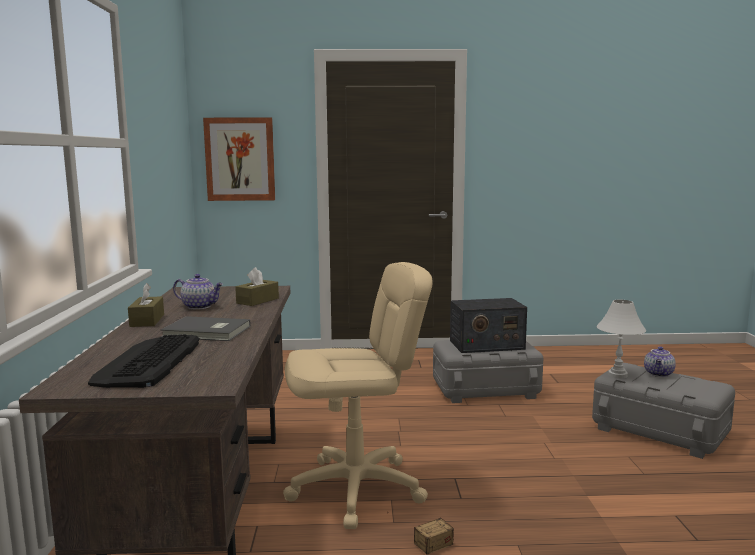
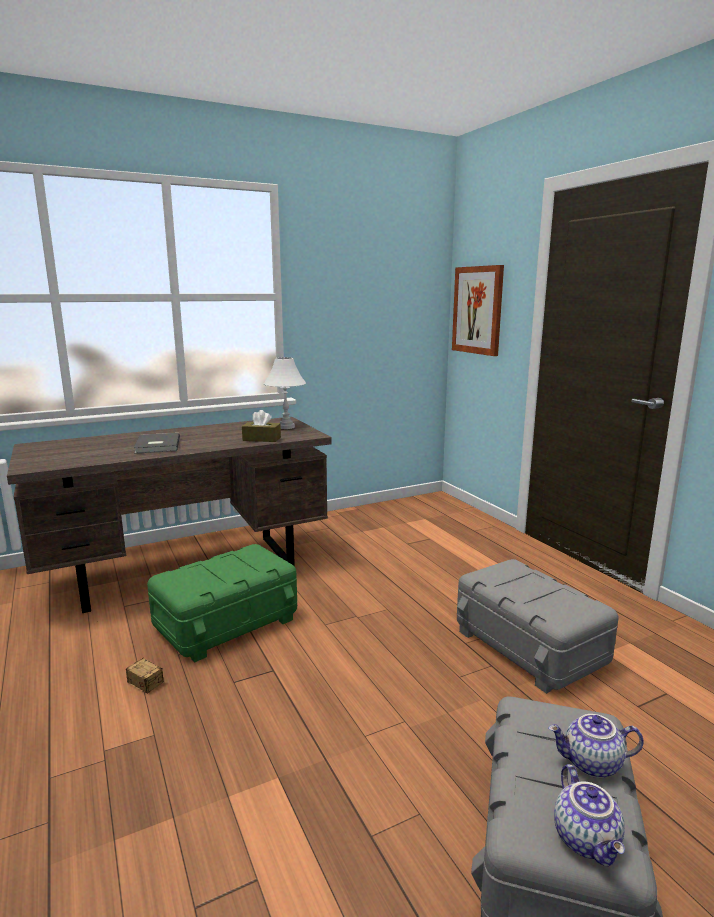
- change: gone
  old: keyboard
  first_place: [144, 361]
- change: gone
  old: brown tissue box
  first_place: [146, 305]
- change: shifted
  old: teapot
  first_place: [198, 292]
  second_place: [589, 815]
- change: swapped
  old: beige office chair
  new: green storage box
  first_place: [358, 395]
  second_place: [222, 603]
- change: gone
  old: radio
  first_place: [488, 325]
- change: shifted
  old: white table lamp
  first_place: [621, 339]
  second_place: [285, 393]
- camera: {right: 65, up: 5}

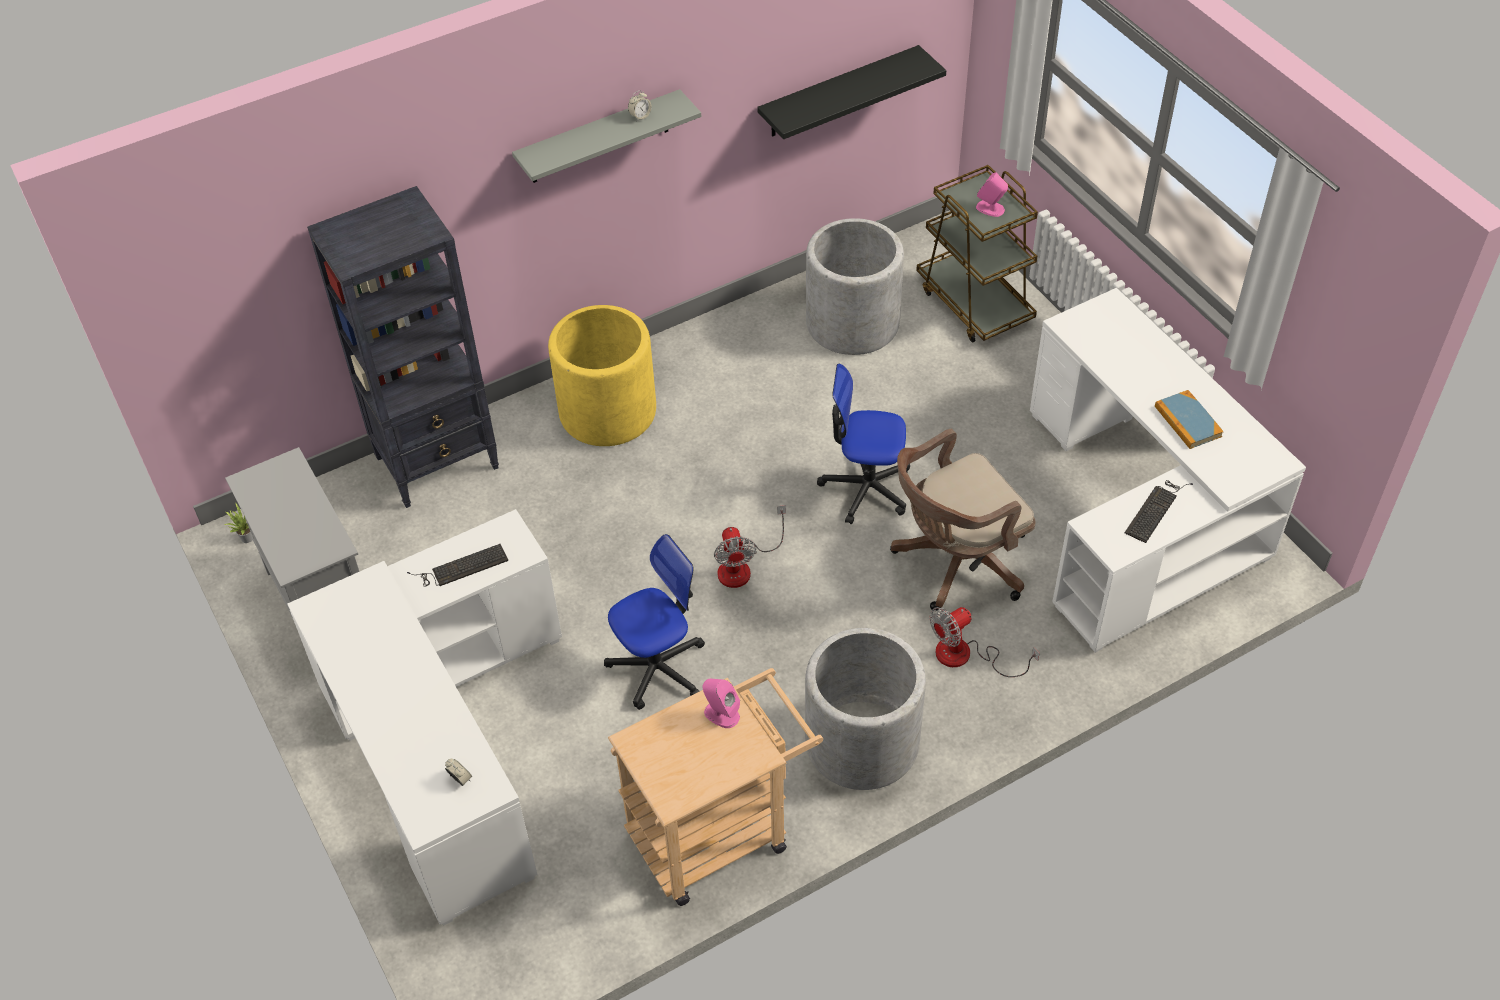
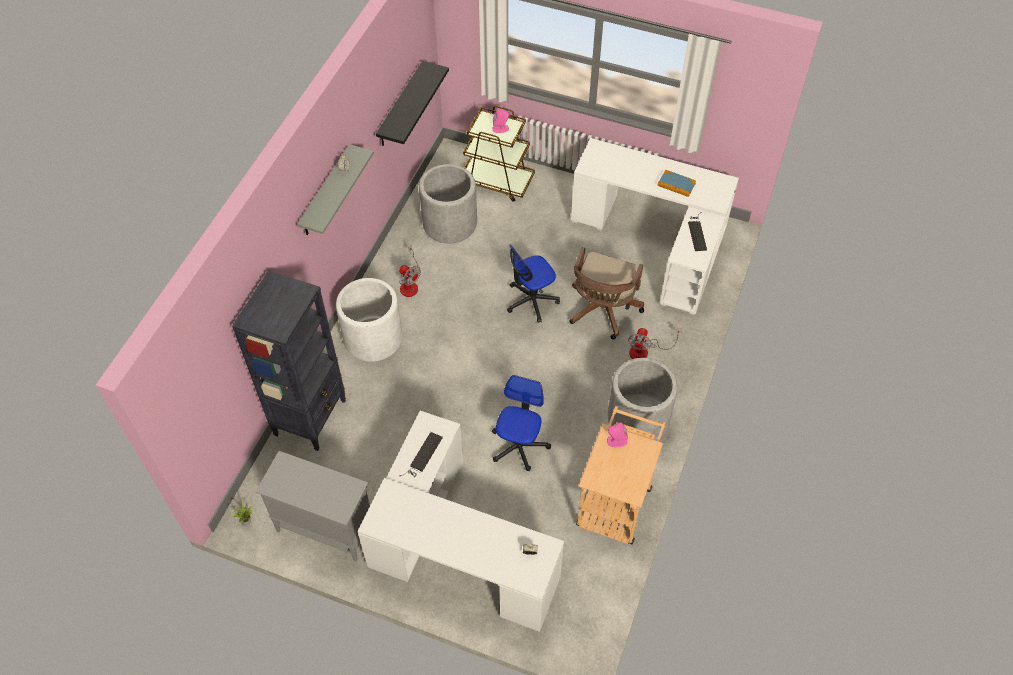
- change: repainted
  old: yellow planter
  new: white planter
  first_place: [602, 375]
  second_place: [369, 320]
- change: shifted
  old: fan
  first_place: [750, 546]
  second_place: [410, 270]
- camera: {right: -40, up: 5}

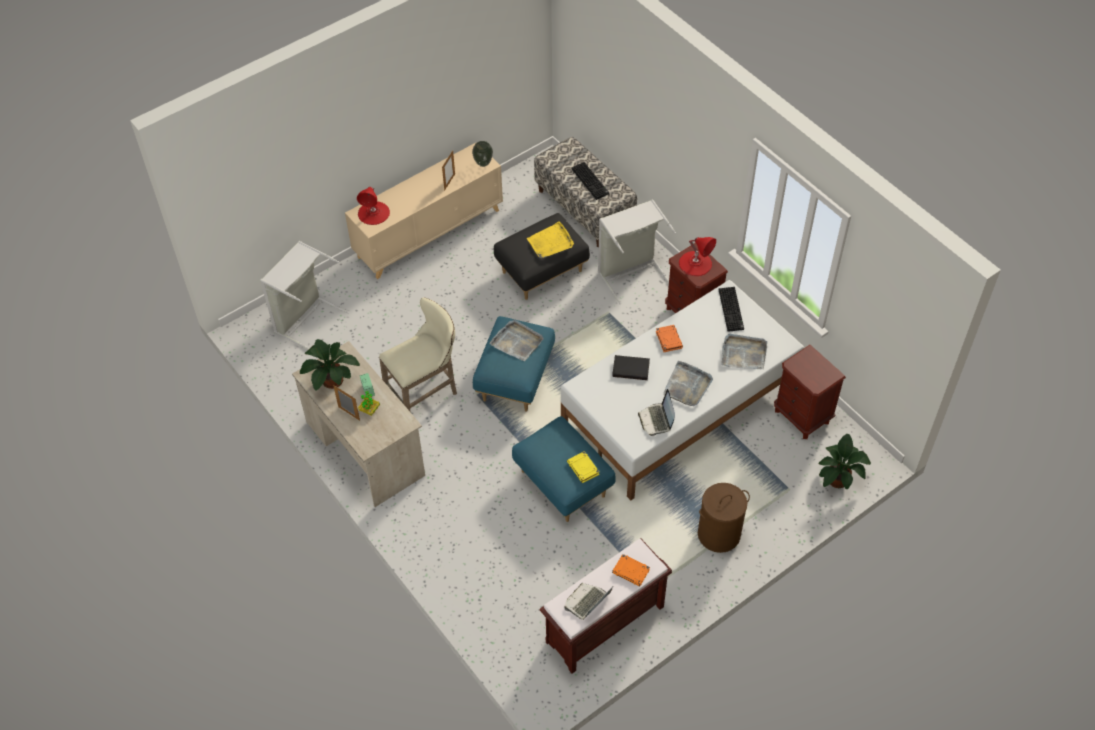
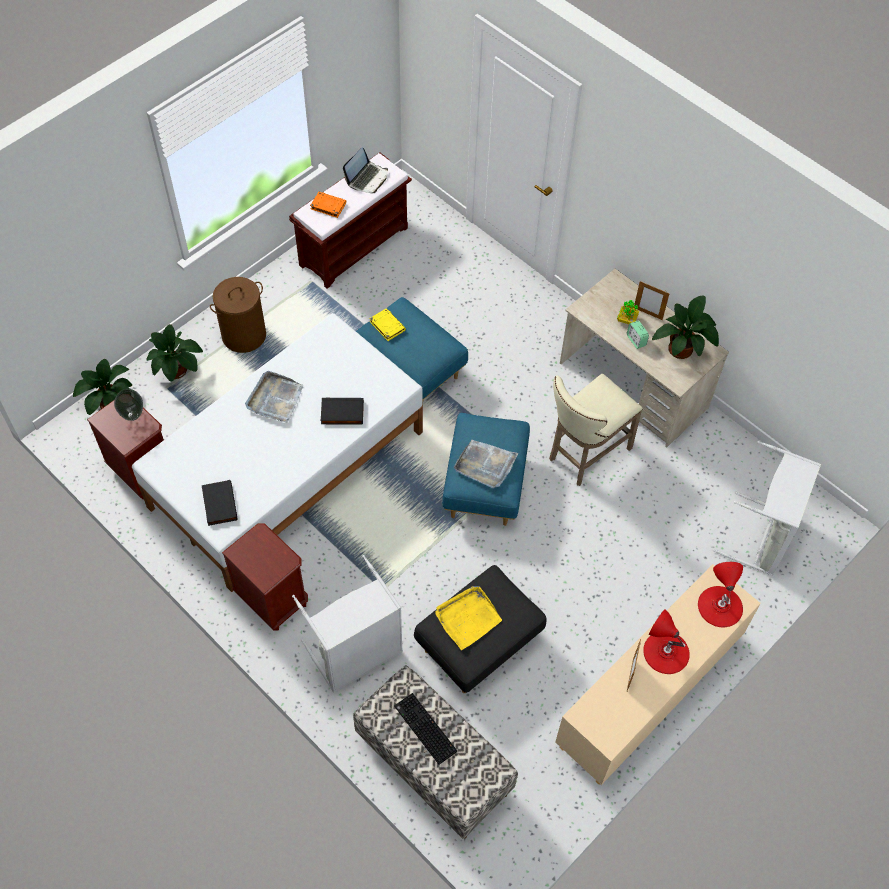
- change: shifted
  old: vase
  first_place: [482, 154]
  second_place: [128, 405]
- change: gone
  old: laptop
  first_place: [656, 412]
- change: gone
  old: orange book
  first_place: [669, 338]
- change: shifted
  old: red table lamp
  first_place: [697, 256]
  second_place: [666, 641]
- change: swapped
  old: keyboard
  new: black book
  first_place: [731, 309]
  second_place: [219, 503]
- change: gone
  old: grey tray
  first_place: [744, 351]
- change: new
  new: potted plant
  second_place: [174, 353]
- camera: {right: 170, up: 5}

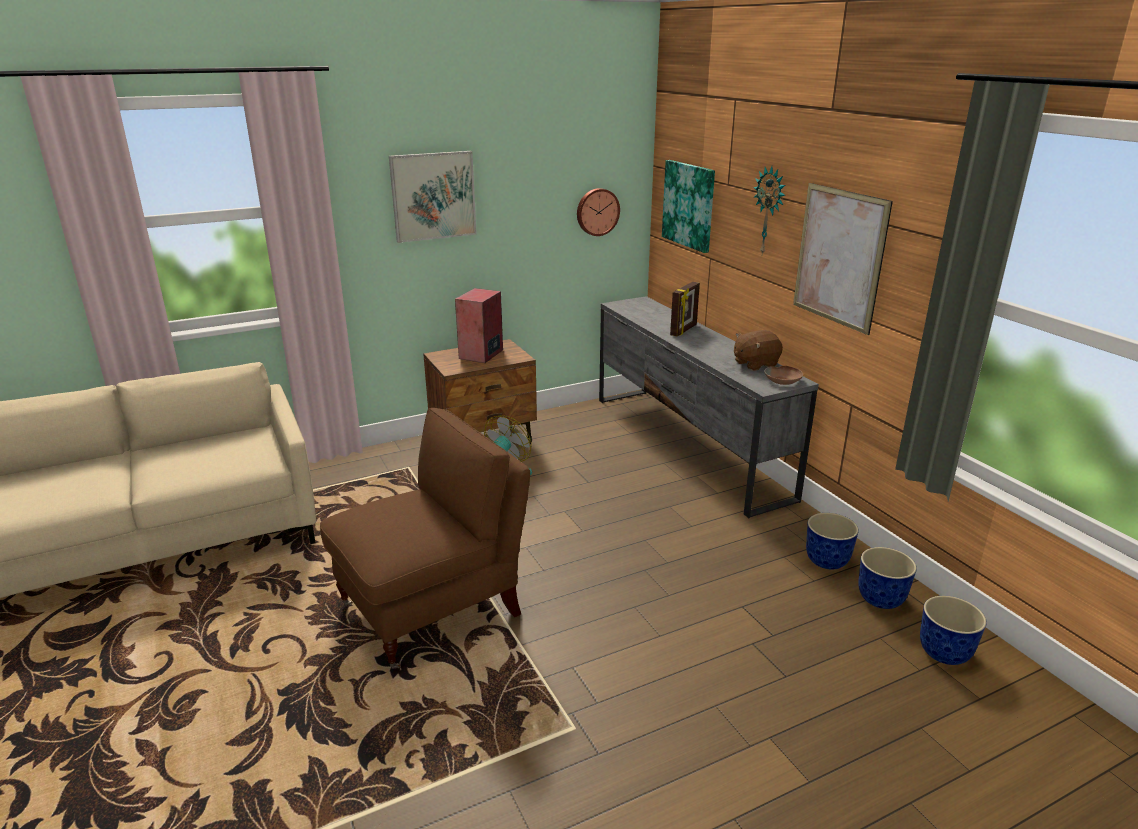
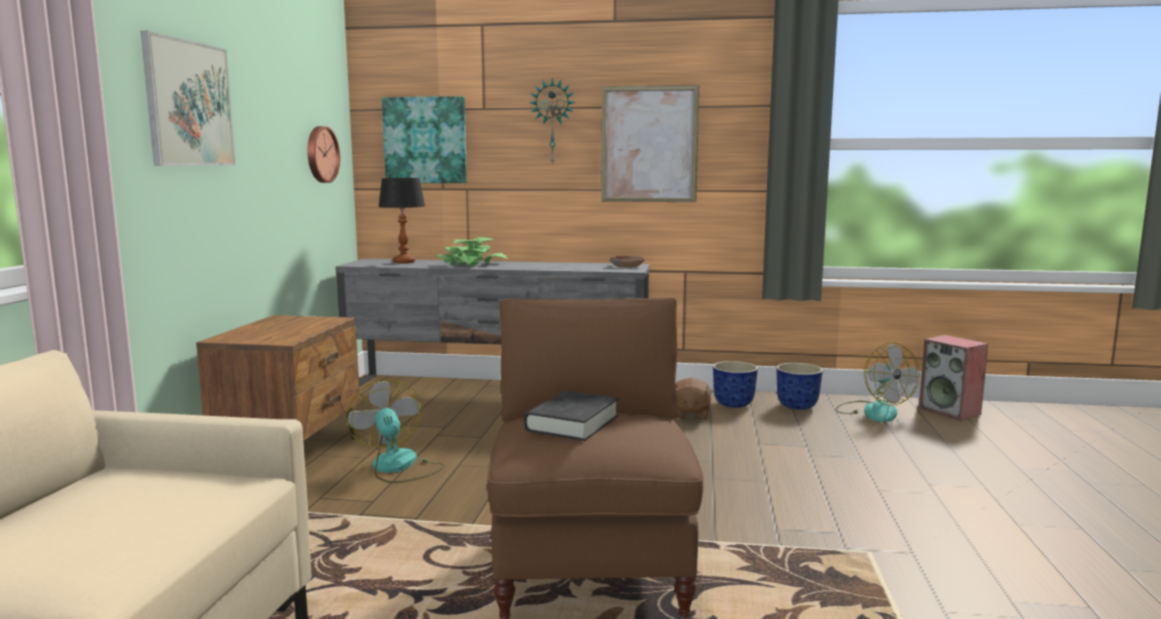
- change: shifted
  old: speaker
  first_place: [479, 325]
  second_place: [953, 378]
- change: swapped
  old: picture frame
  new: potted plant
  first_place: [685, 309]
  second_place: [472, 251]
- change: shifted
  old: brown plush toy
  first_place: [758, 350]
  second_place: [694, 399]
- change: swapped
  old: planter
  new: fan
  first_place: [953, 630]
  second_place: [878, 382]
- change: new
  new: table lamp
  second_place: [401, 220]
- change: new
  new: black book
  second_place: [571, 416]
- camera: {right: -55, up: -15}

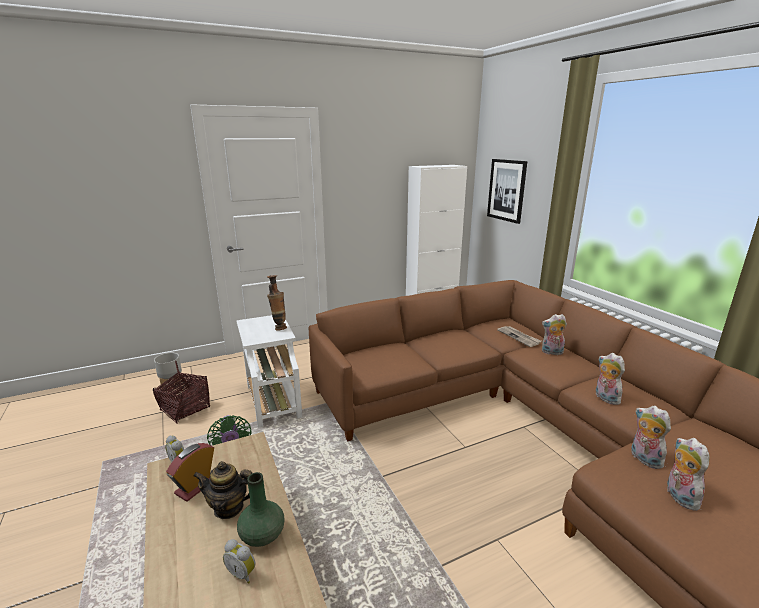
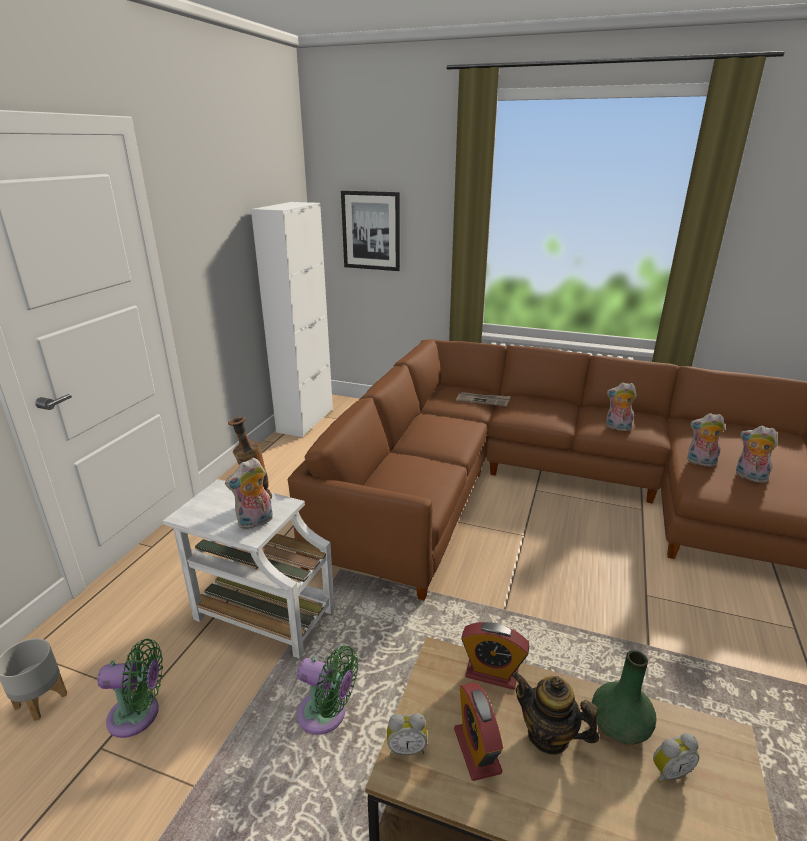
- change: swapped
  old: basket
  new: green fan
  first_place: [181, 392]
  second_place: [130, 688]
- change: rotated
  old: teapot
  first_place: [222, 490]
  second_place: [555, 713]
  degrees: 75
- change: shifted
  old: plush toy
  first_place: [554, 334]
  second_place: [249, 493]
- change: new
  new: alarm clock
  second_place: [495, 656]
- camera: {right: -45, up: 5}

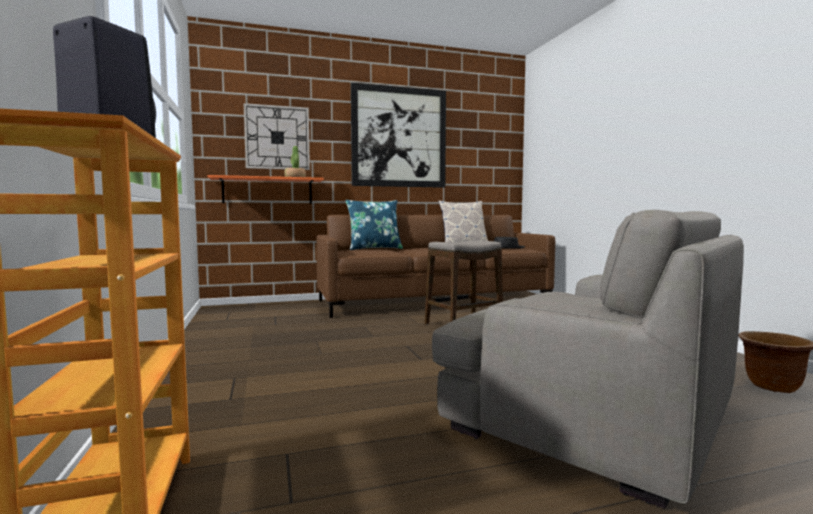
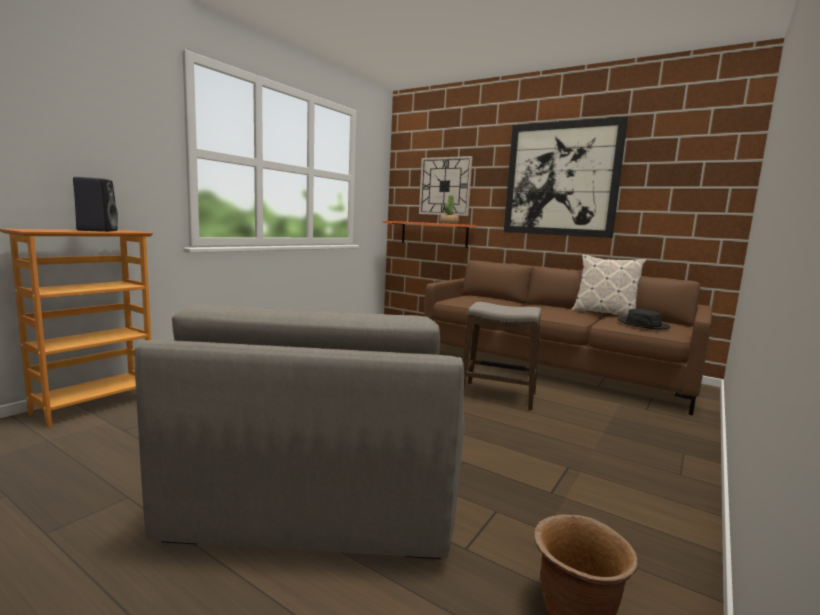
- change: gone
  old: blue pillow
  first_place: [374, 225]
- camera: {right: 50, up: 5}

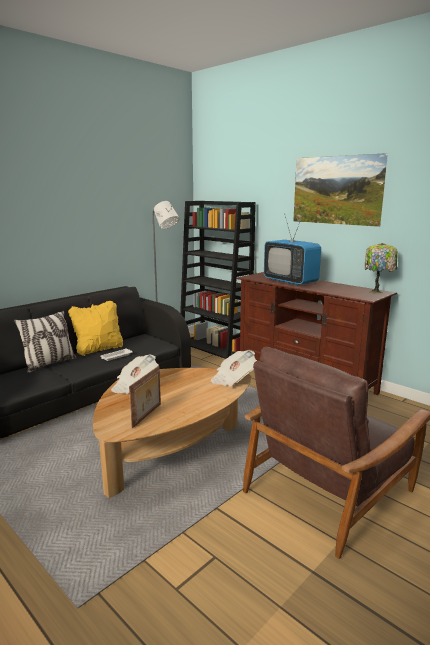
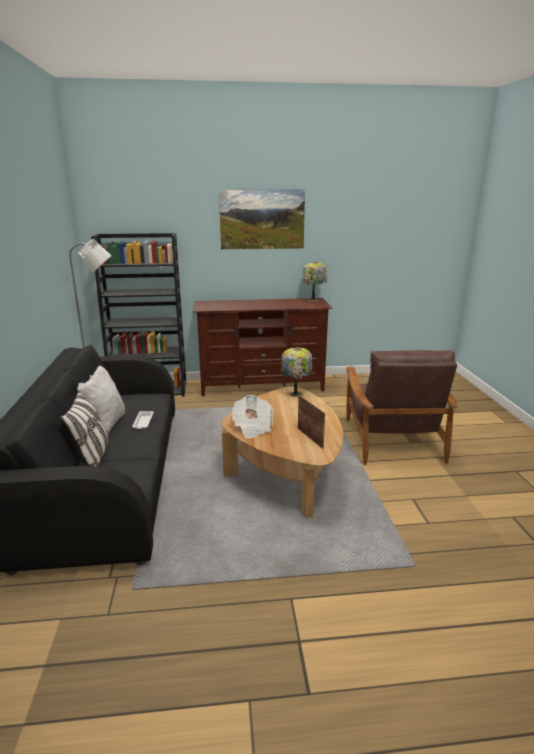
- change: repainted
  old: yellow pillow
  new: white pillow
  first_place: [95, 328]
  second_place: [101, 400]
- change: swapped
  old: newspaper
  new: table lamp
  first_place: [234, 368]
  second_place: [296, 372]
- change: gone
  old: television
  first_place: [292, 250]
- camera: {right: -50, up: 5}

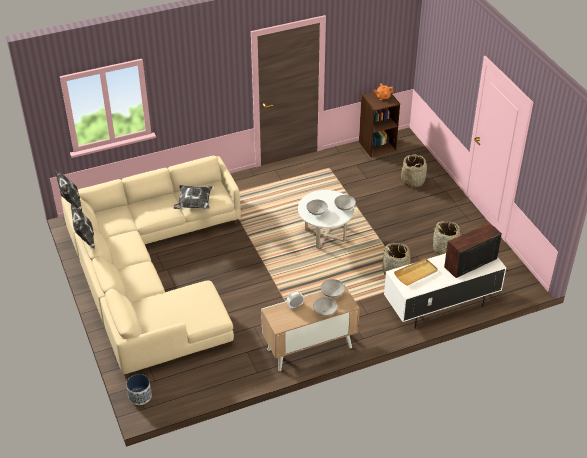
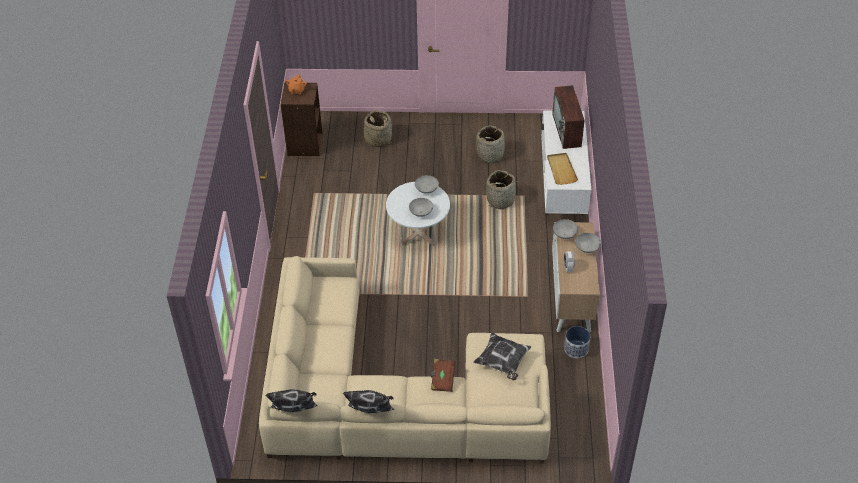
- change: shifted
  old: planter
  first_place: [139, 389]
  second_place: [577, 342]
- change: shifted
  old: pillow
  first_place: [193, 197]
  second_place: [502, 356]
- change: new
  new: brown book
  second_place: [443, 375]
- camera: {right: -65, up: 5}

